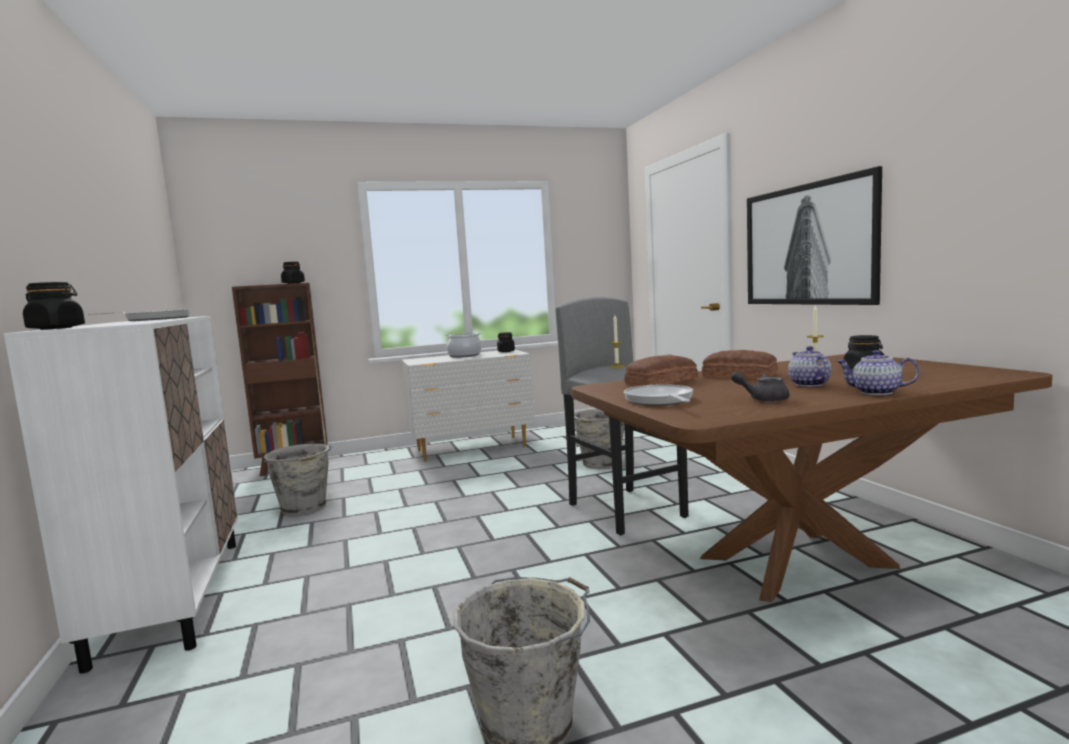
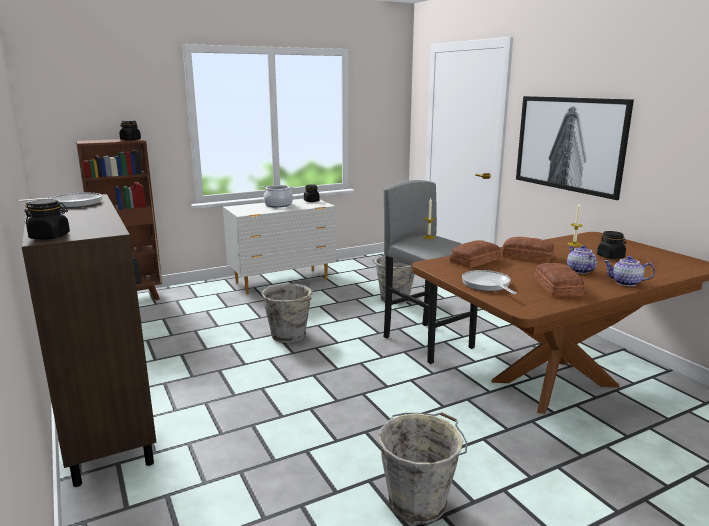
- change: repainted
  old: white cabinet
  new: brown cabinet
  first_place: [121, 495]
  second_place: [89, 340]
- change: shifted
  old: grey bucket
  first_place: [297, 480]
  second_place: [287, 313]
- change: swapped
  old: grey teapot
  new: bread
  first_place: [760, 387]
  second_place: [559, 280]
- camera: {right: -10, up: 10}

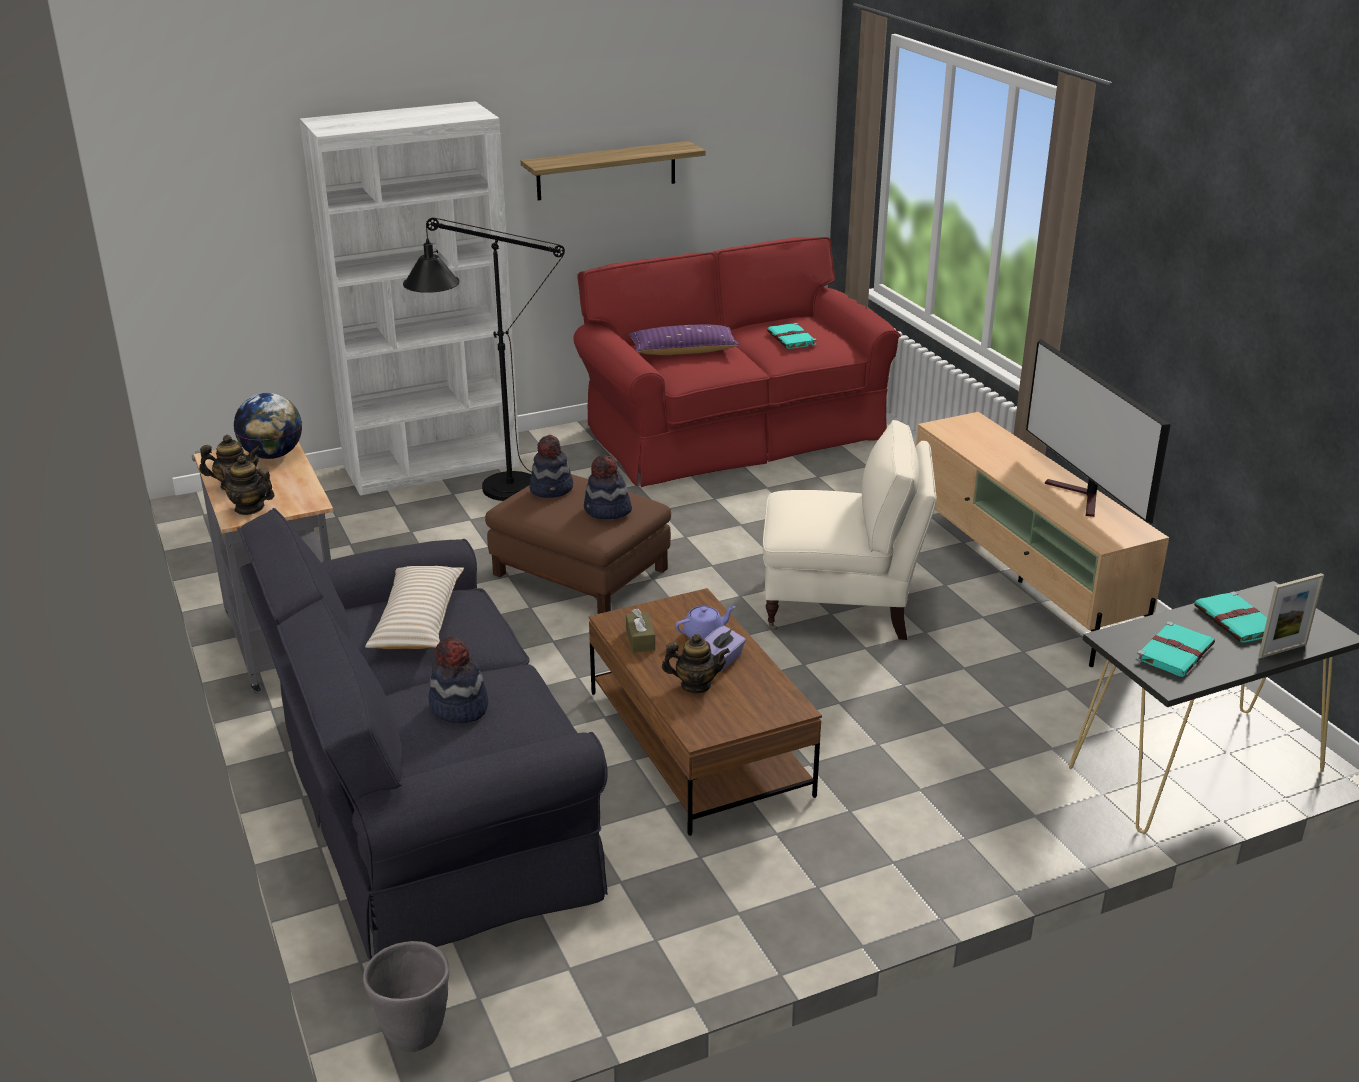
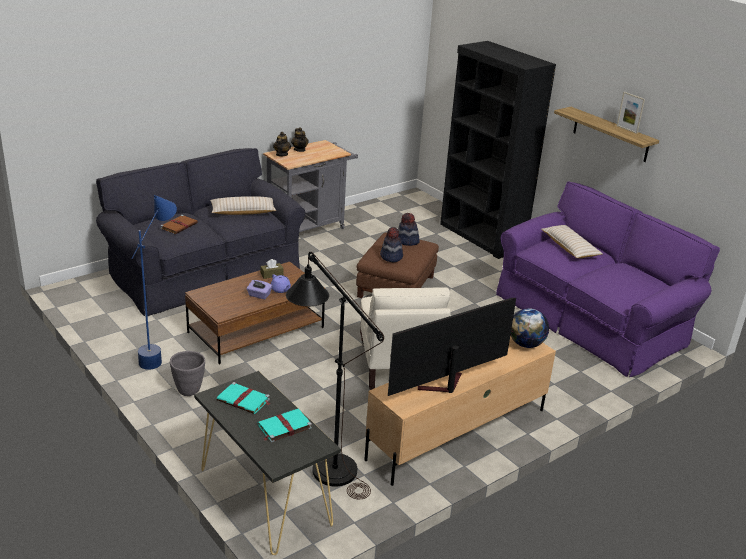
- change: shifted
  old: globe
  first_place: [268, 426]
  second_place: [530, 328]
- change: repainted
  old: white bookcase
  new: black bookcase
  first_place: [410, 298]
  second_place: [498, 150]
- change: shifted
  old: grey planter
  first_place: [406, 996]
  second_place: [187, 373]
- change: shifted
  old: black floor lamp
  first_place: [484, 359]
  second_place: [335, 375]
- change: swapped
  old: hat
  new: brown book
  first_place: [458, 679]
  second_place: [179, 224]
- change: repainted
  old: red sofa
  new: purple sofa
  first_place: [737, 362]
  second_place: [608, 279]
- change: repainted
  old: purple pillow
  new: beige pillow
  first_place: [684, 339]
  second_place: [572, 241]
- change: gone
  old: teapot
  first_place: [696, 663]
- change: gone
  old: turquoise book
  first_place: [792, 336]
- change: shifted
  old: picture frame
  first_place: [1291, 615]
  second_place: [631, 113]
- change: new
  new: blue floor lamp
  second_place: [154, 282]
- camera: {right: 75, up: 0}

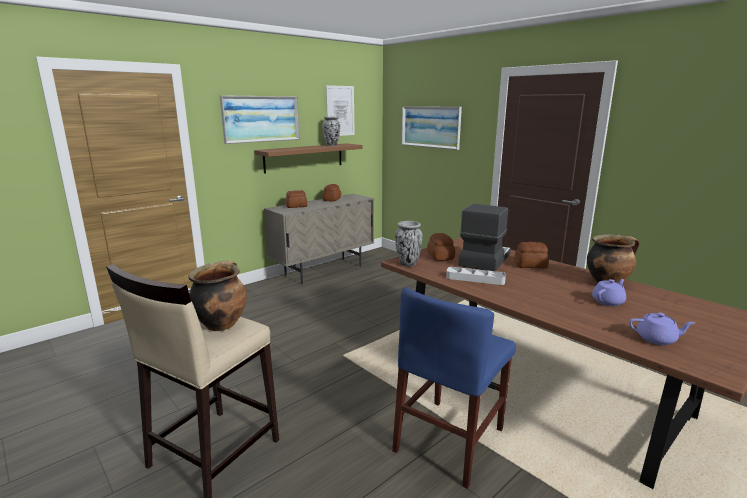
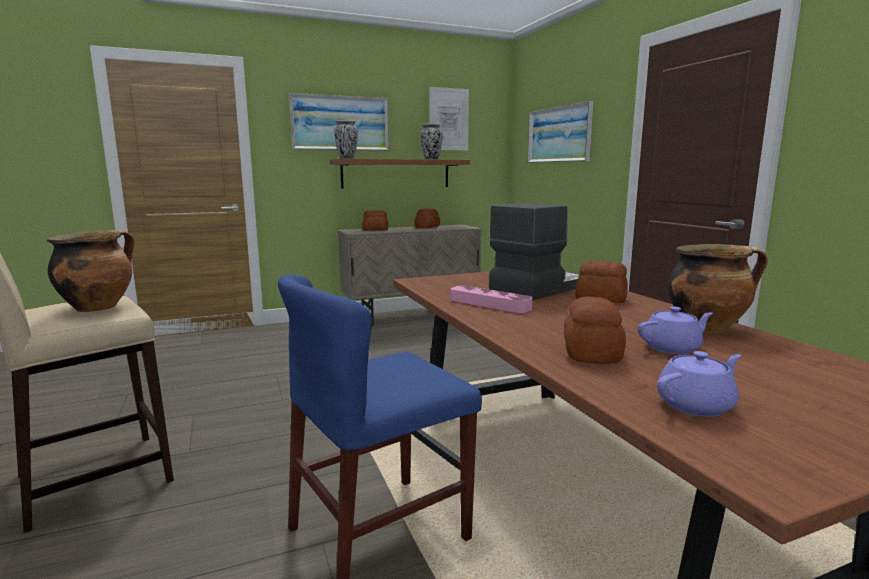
- change: shifted
  old: vase
  first_place: [409, 244]
  second_place: [346, 139]
- change: shifted
  old: bread
  first_place: [441, 247]
  second_place: [595, 330]
- change: repainted
  old: grey tray
  new: pink tray
  first_place: [476, 276]
  second_place: [491, 299]
- change: rotated
  old: purple teapot
  first_place: [662, 329]
  second_place: [699, 384]
  degrees: -60
- camera: {right: 20, up: -5}

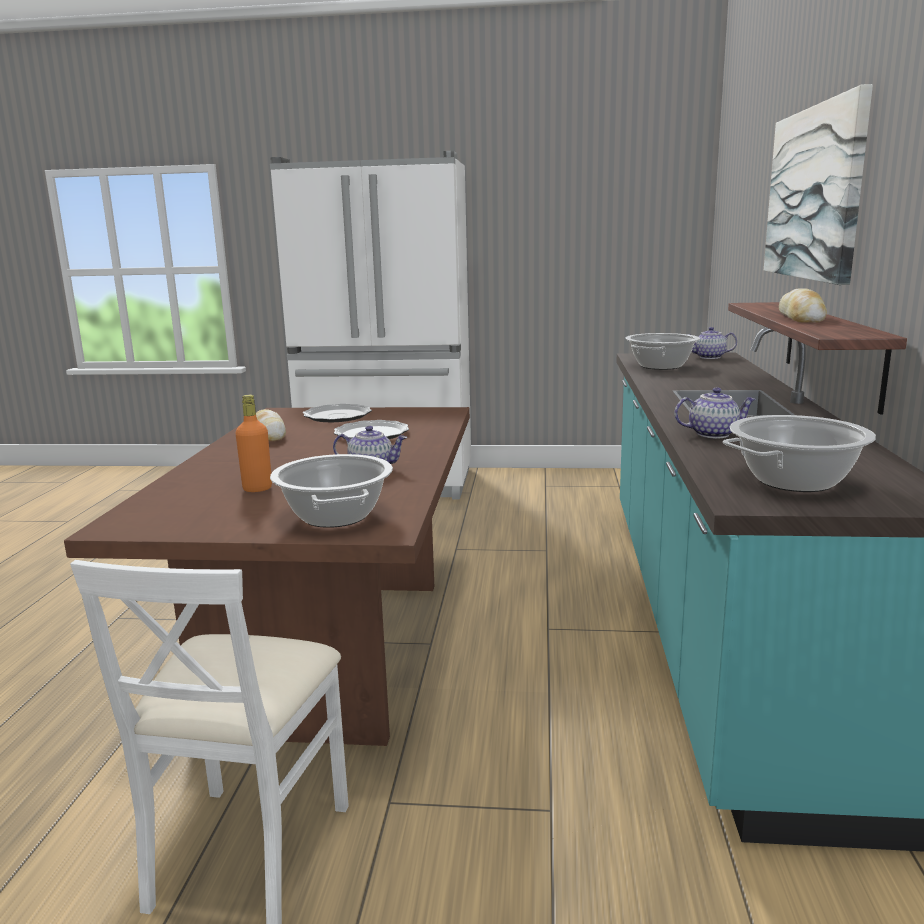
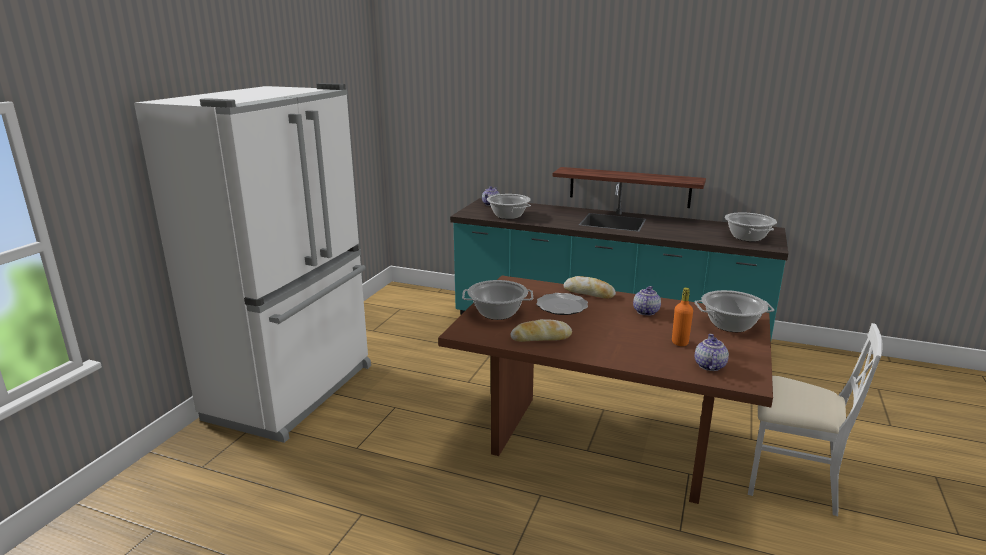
- change: swapped
  old: plate
  new: cooking pot
  first_place: [337, 413]
  second_place: [497, 300]
- change: shifted
  old: teapot
  first_place: [715, 412]
  second_place: [712, 352]
- change: gone
  old: picture
  first_place: [818, 184]
- change: shifted
  old: bread
  first_place: [803, 305]
  second_place: [589, 287]
- camera: {right: -75, up: 5}

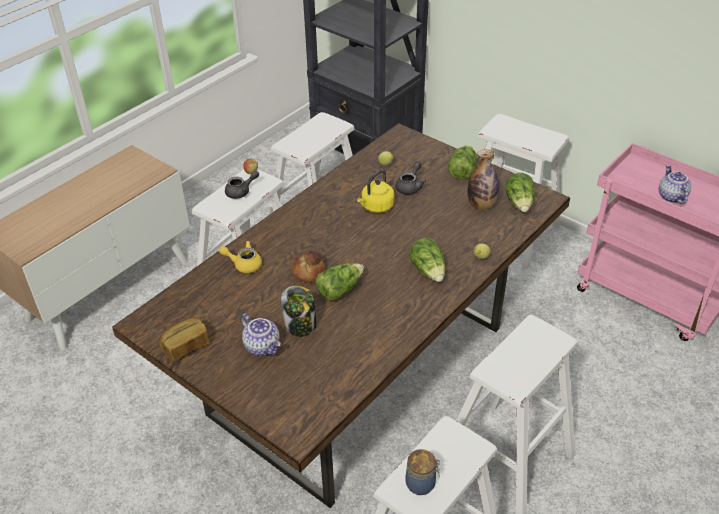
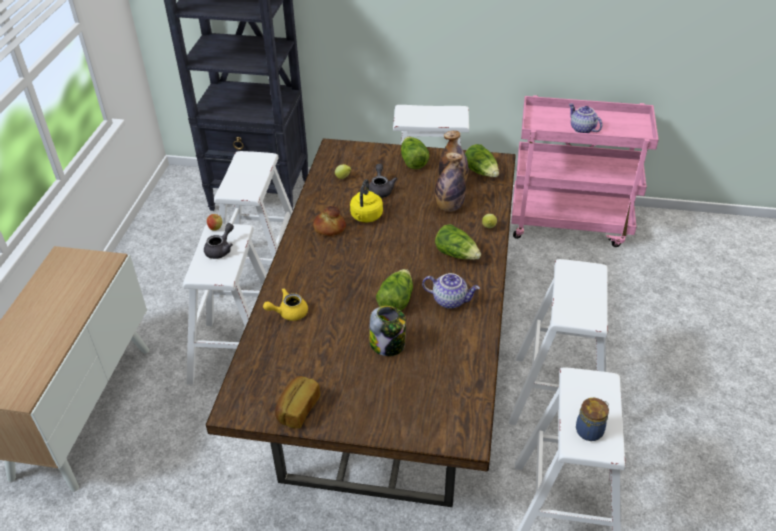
- change: shifted
  old: teapot
  first_place: [261, 334]
  second_place: [451, 291]
- change: shifted
  old: bread
  first_place: [308, 266]
  second_place: [329, 221]
- change: new
  new: bottle
  second_place: [450, 181]
- camera: {right: -30, up: 0}

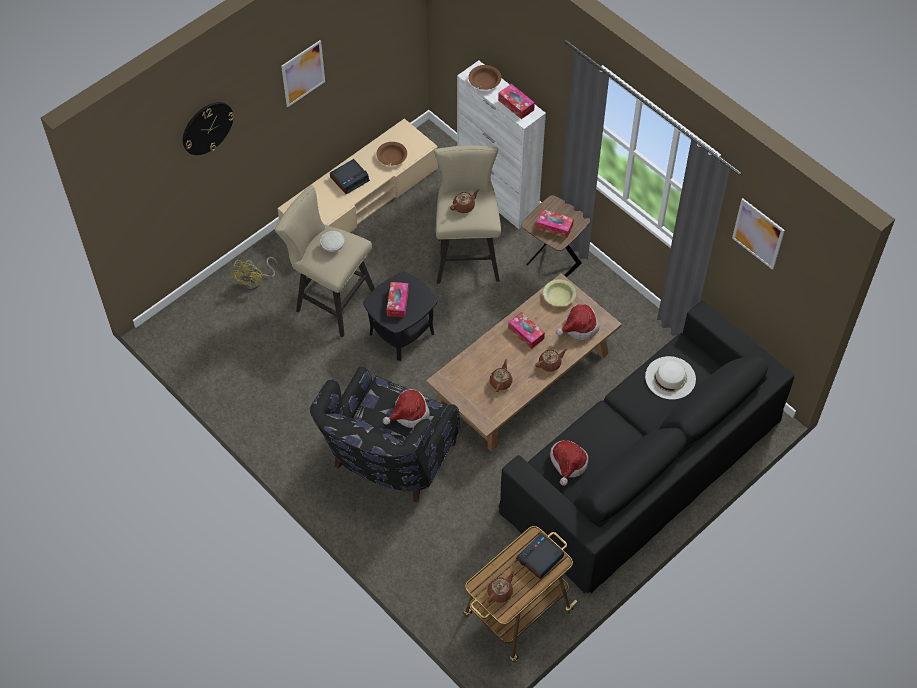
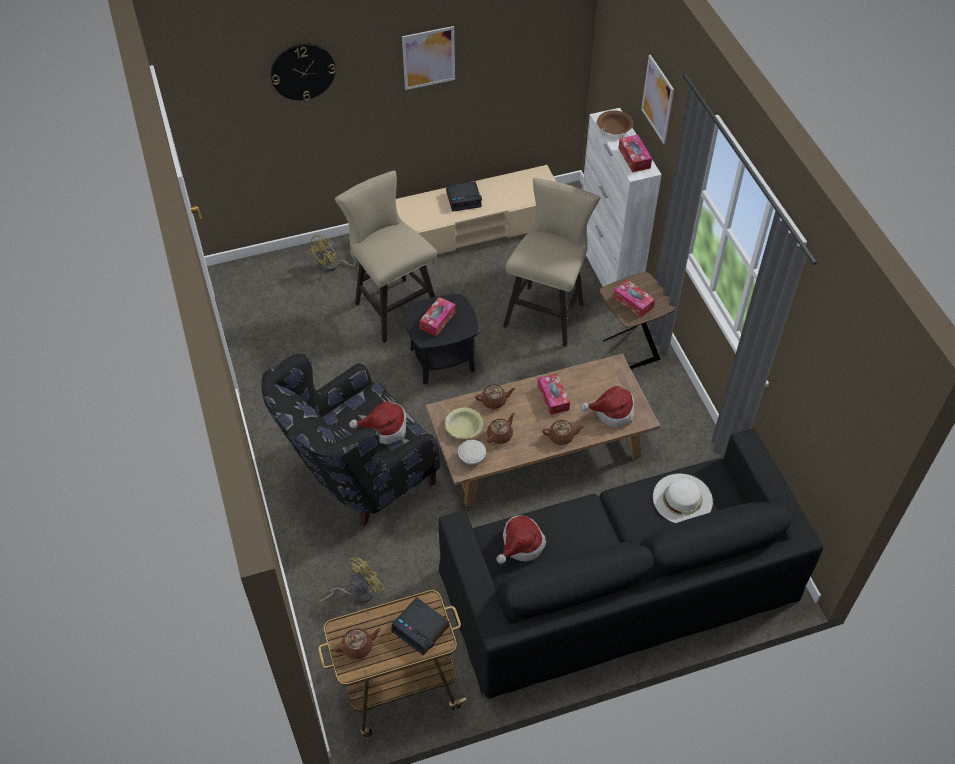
- change: shifted
  old: white bowl
  first_place: [332, 241]
  second_place: [472, 452]
- change: gone
  old: brown bowl
  first_place: [391, 154]
- change: shifted
  old: brown teapot
  first_place: [464, 201]
  second_place: [495, 396]
- change: rotated
  old: alarm clock
  first_place: [540, 556]
  second_place: [420, 626]
  degrees: -120
- change: shifted
  old: yellow bowl
  first_place: [559, 293]
  second_place: [464, 423]
- change: shifted
  old: picture
  first_place: [758, 234]
  second_place: [657, 99]
- change: new
  new: yellow fan
  second_place: [352, 580]
- camera: {right: 25, up: -5}

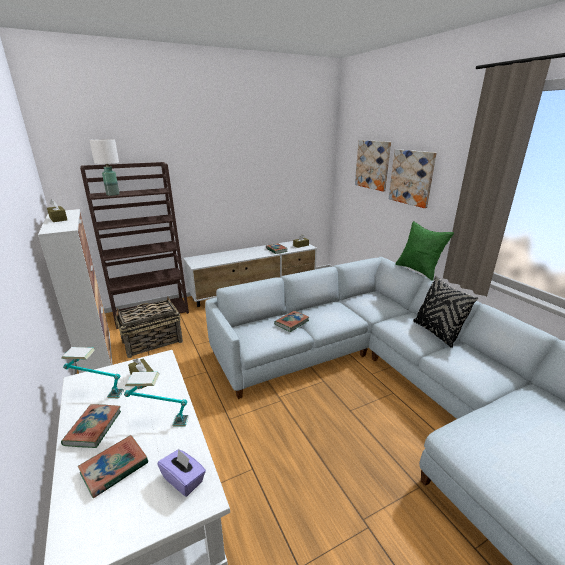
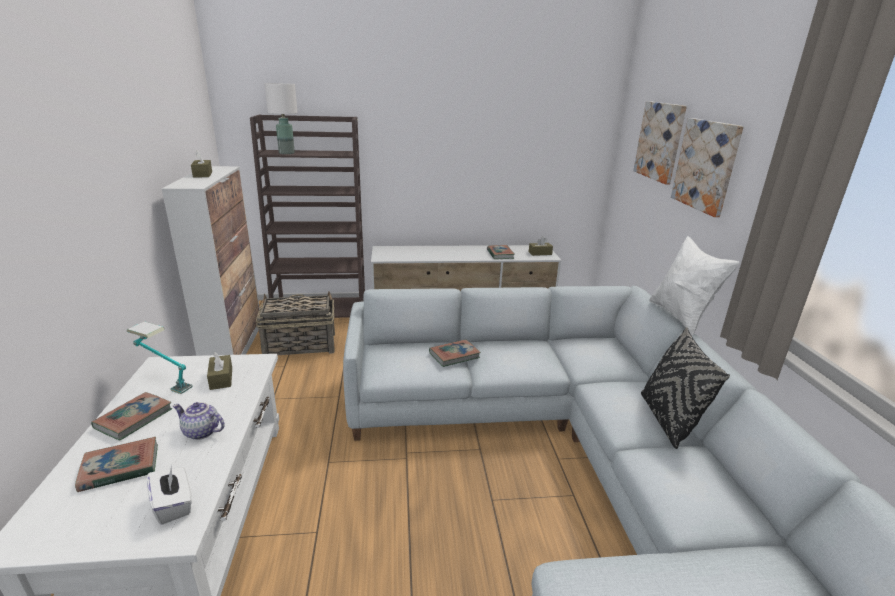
- change: swapped
  old: table lamp
  new: teapot
  first_place: [156, 399]
  second_place: [199, 421]
- change: repainted
  old: purple tissue box
  new: white tissue box
  first_place: [181, 473]
  second_place: [169, 495]
- change: repainted
  old: green pillow
  new: white pillow
  first_place: [424, 251]
  second_place: [694, 286]
- camera: {right: 20, up: 0}

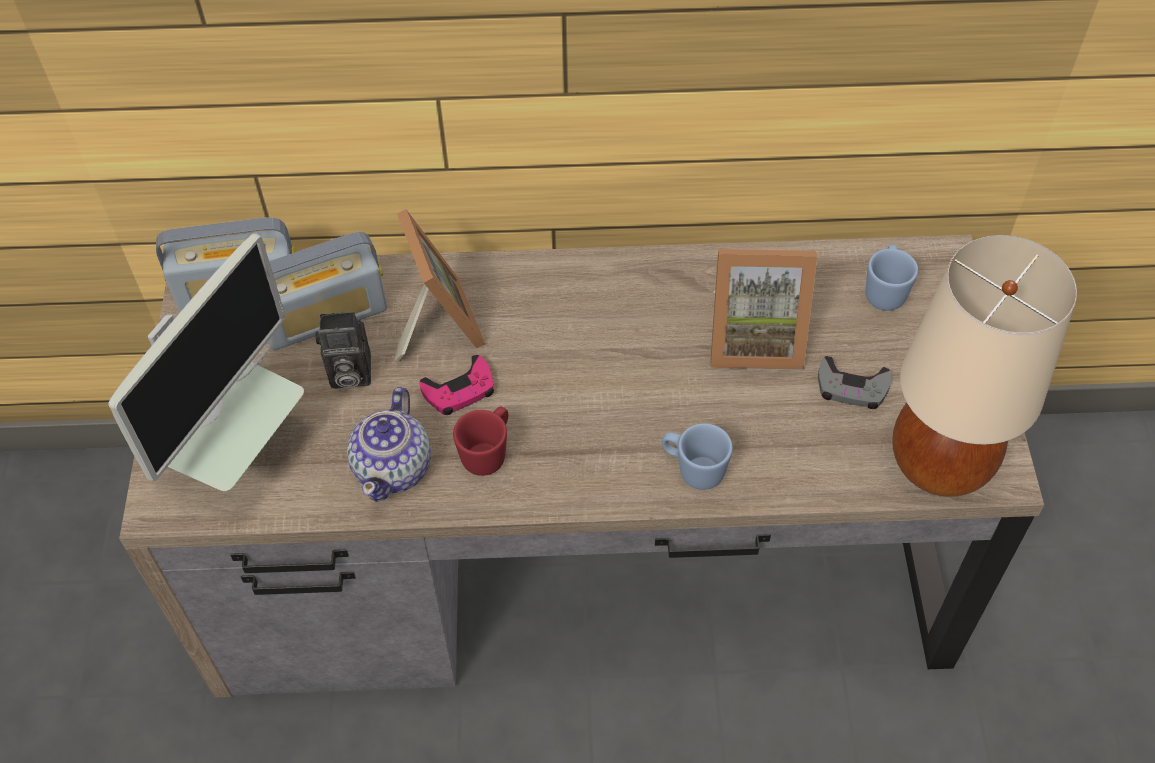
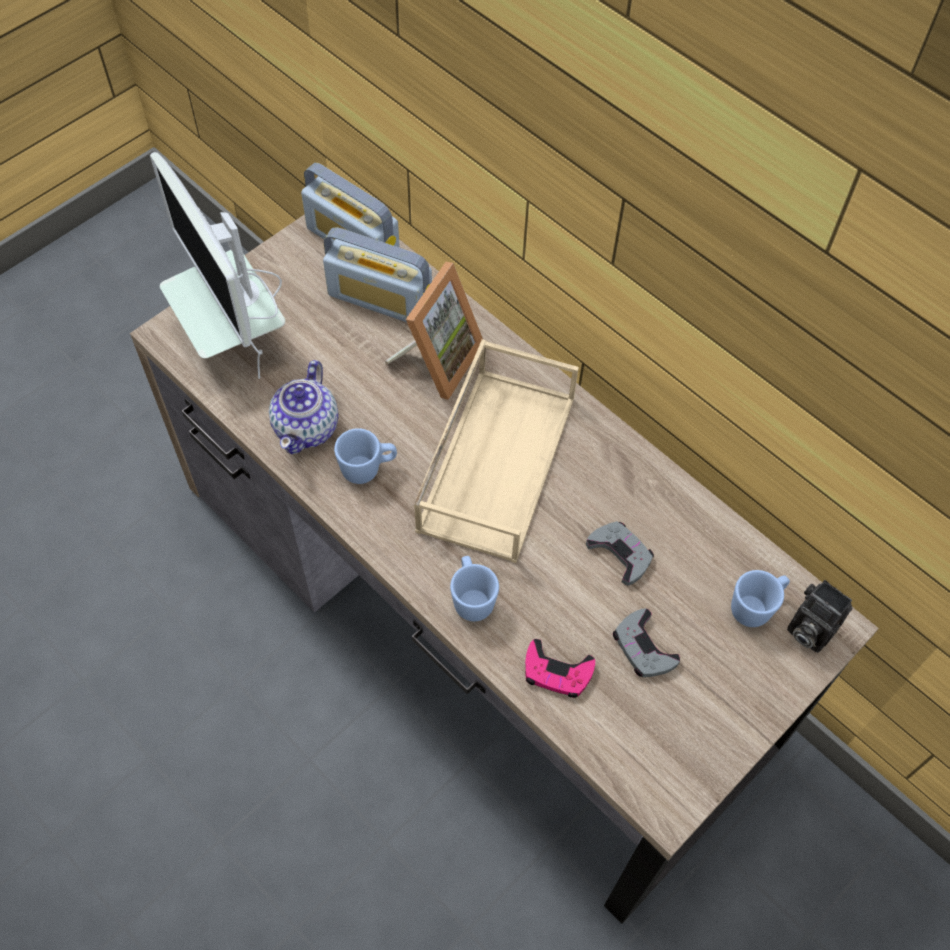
- change: rotated
  old: monitor
  first_place: [206, 362]
  second_place: [217, 265]
  degrees: 75
- change: shifted
  old: photo camera
  first_place: [343, 350]
  second_place: [819, 616]
- change: rotated
  old: teapot
  first_place: [389, 444]
  second_place: [304, 407]
  degrees: -45
- change: shifted
  old: pink game controller
  first_place: [456, 385]
  second_place: [560, 668]
- change: repainted
  old: red mug
  new: blue mug
  first_place: [480, 441]
  second_place: [365, 456]
- change: swapped
  old: picture frame
  new: grey game controller
  first_place: [763, 309]
  second_place: [620, 553]
- change: gone
  old: beige table lamp
  first_place: [984, 366]
- change: new
  new: beige tray
  second_place: [496, 451]
- camera: {right: 45, up: 5}

